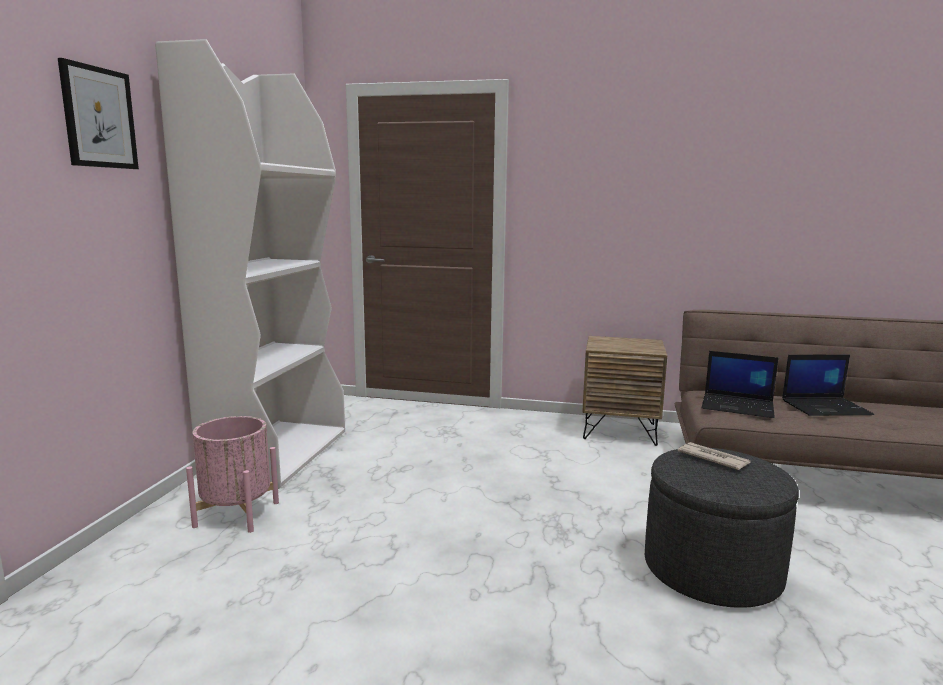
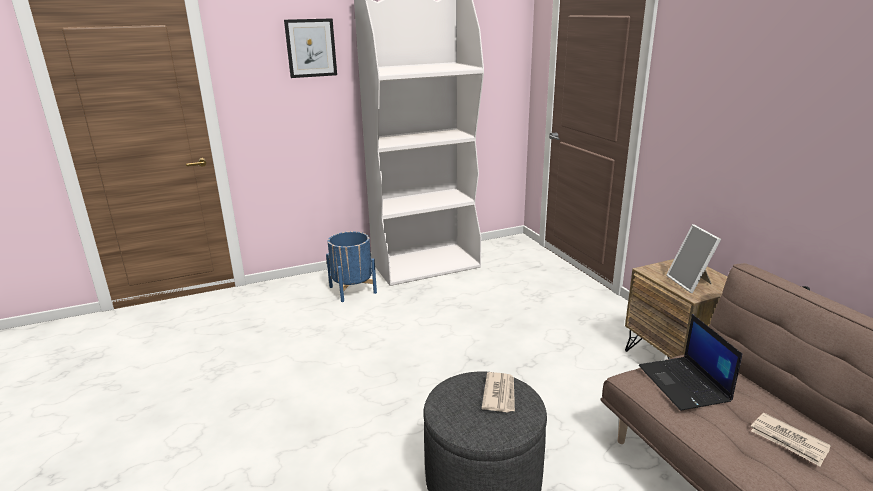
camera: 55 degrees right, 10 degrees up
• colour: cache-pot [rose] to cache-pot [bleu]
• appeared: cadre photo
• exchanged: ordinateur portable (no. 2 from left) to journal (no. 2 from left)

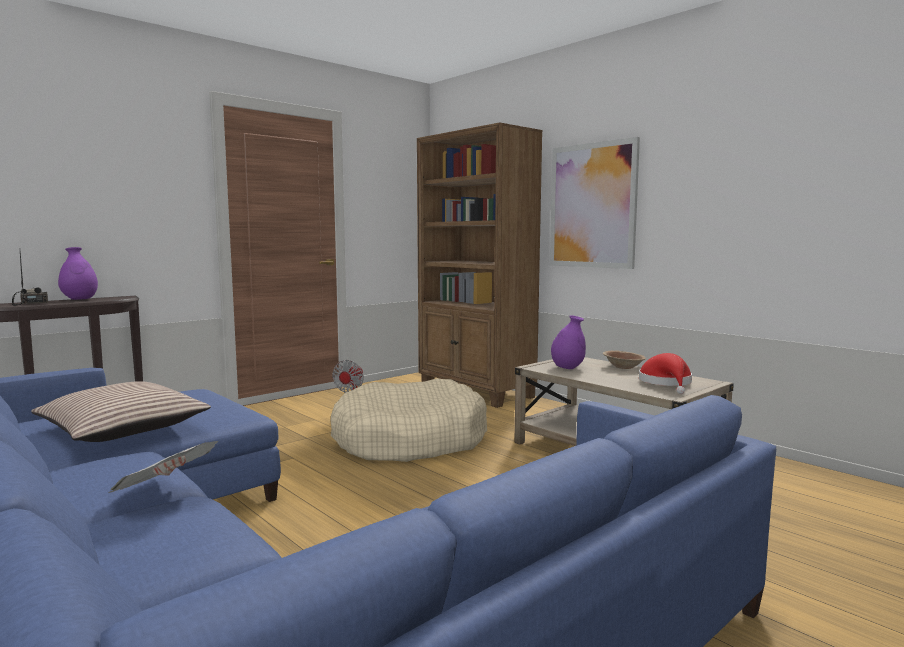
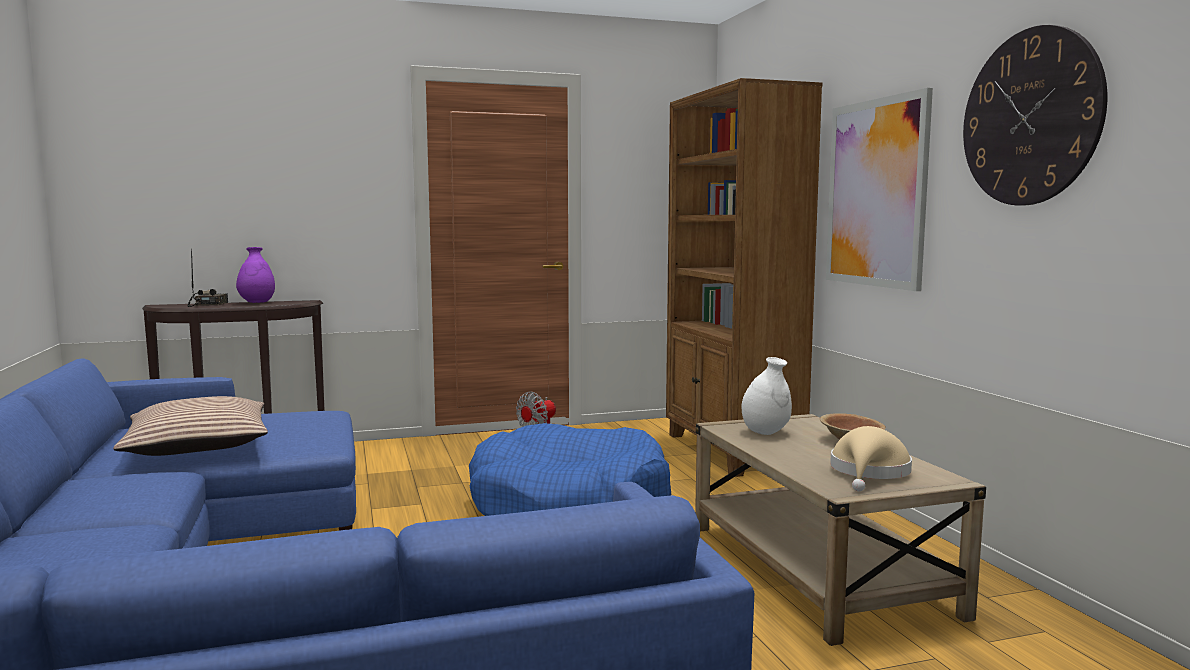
camera: 25 degrees right, 0 degrees up
• colour: panier pour chien [beige] to panier pour chien [bleu]
• colour: vase [violet] (no. 2 from left) to vase [blanc]
• colour: chapeau [rouge] to chapeau [beige]
• appeared: horloge murale
• missing: journal

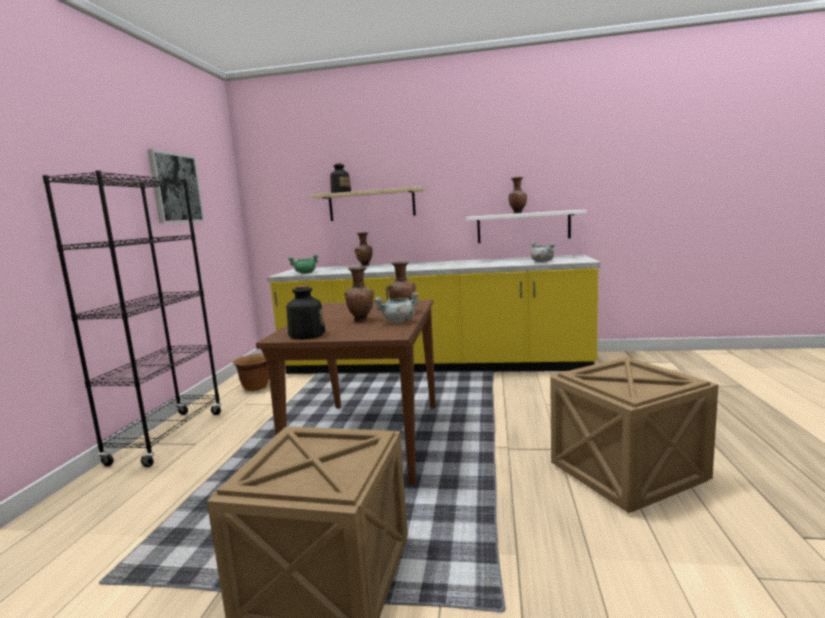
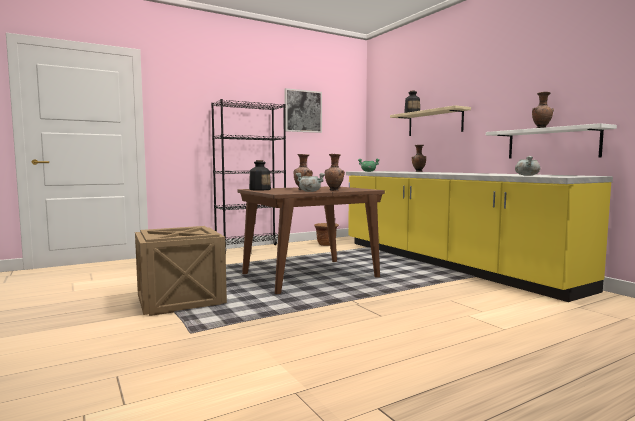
camera: 50 degrees right, 5 degrees down
• missing: caisse (no. 2 from left)

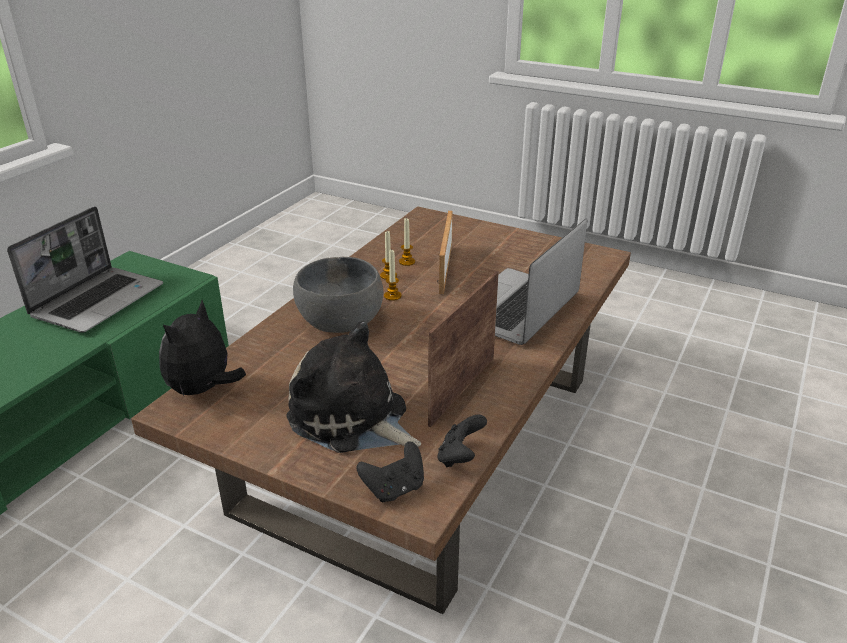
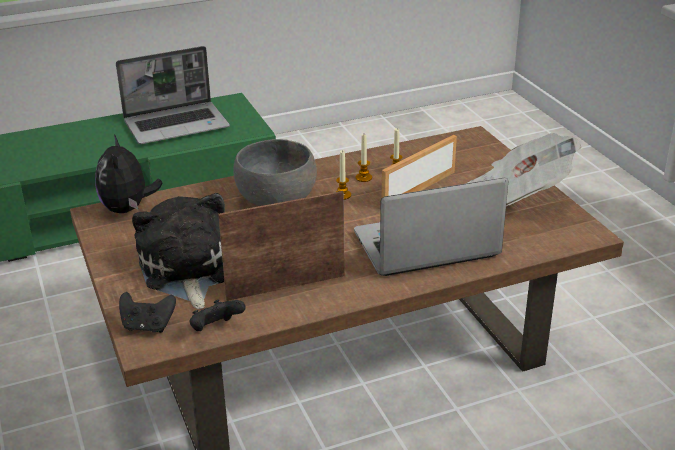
camera: 40 degrees right, 0 degrees up
• spun: peluche (no. 1 from left) 75 degrees counterclockwise
• appeared: journal

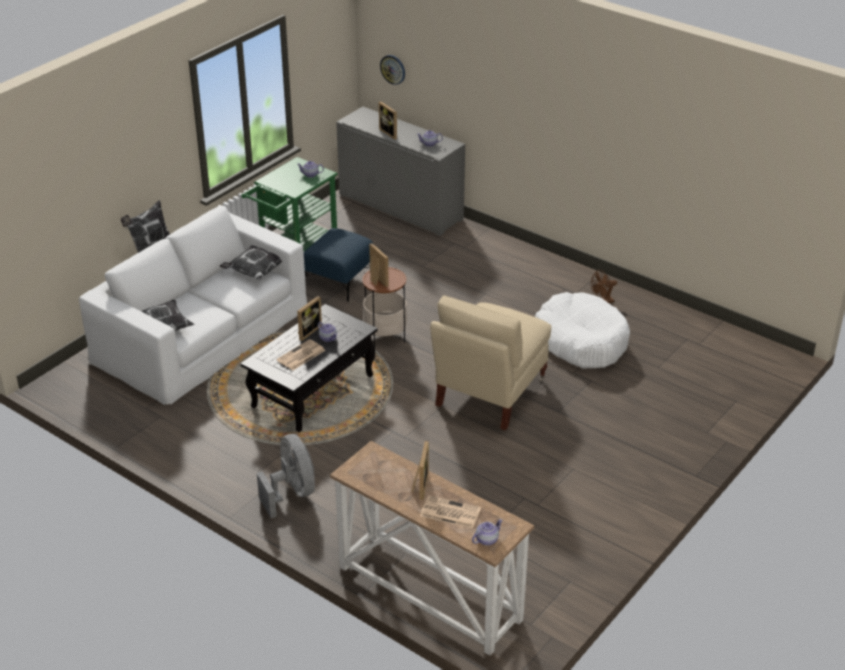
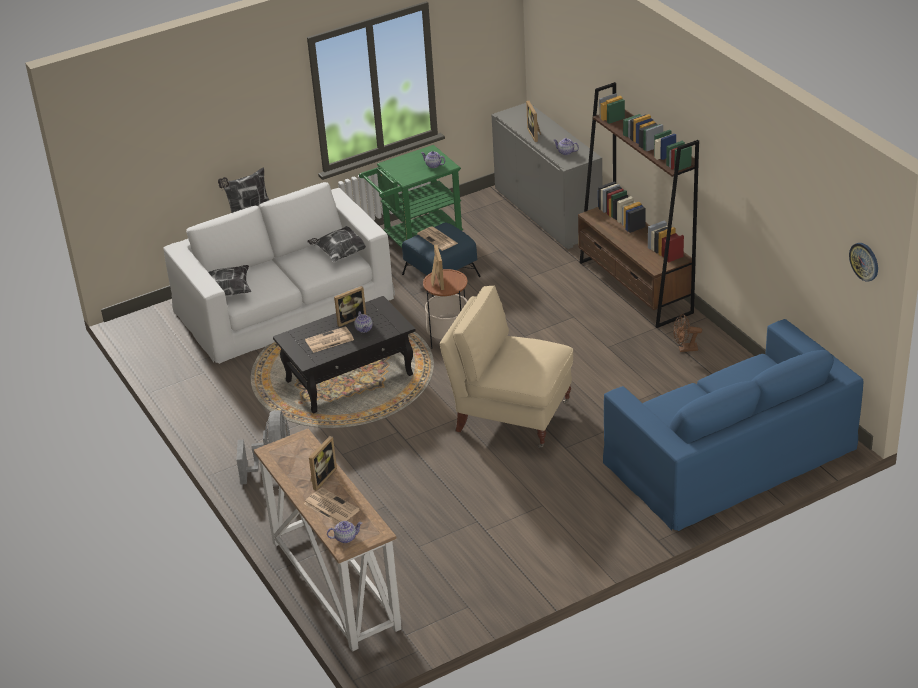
camera: 25 degrees right, 0 degrees up
• appeared: journal (no. 3 from left)
• spun: fauteuil [beige] 60 degrees clockwise
• appeared: bibliothèque [marron]
• appeared: canapé [bleu]
• relocated: horloge murale
• missing: panier pour chien [blanc]

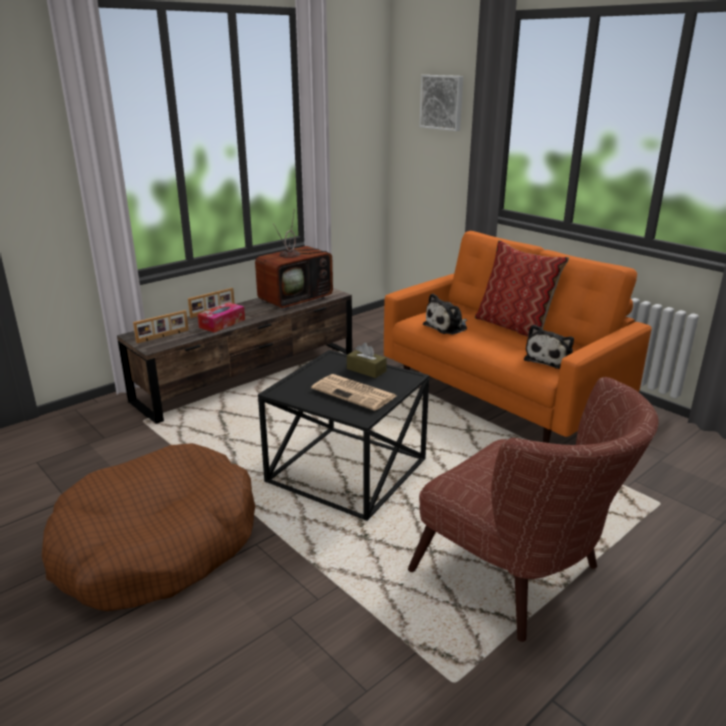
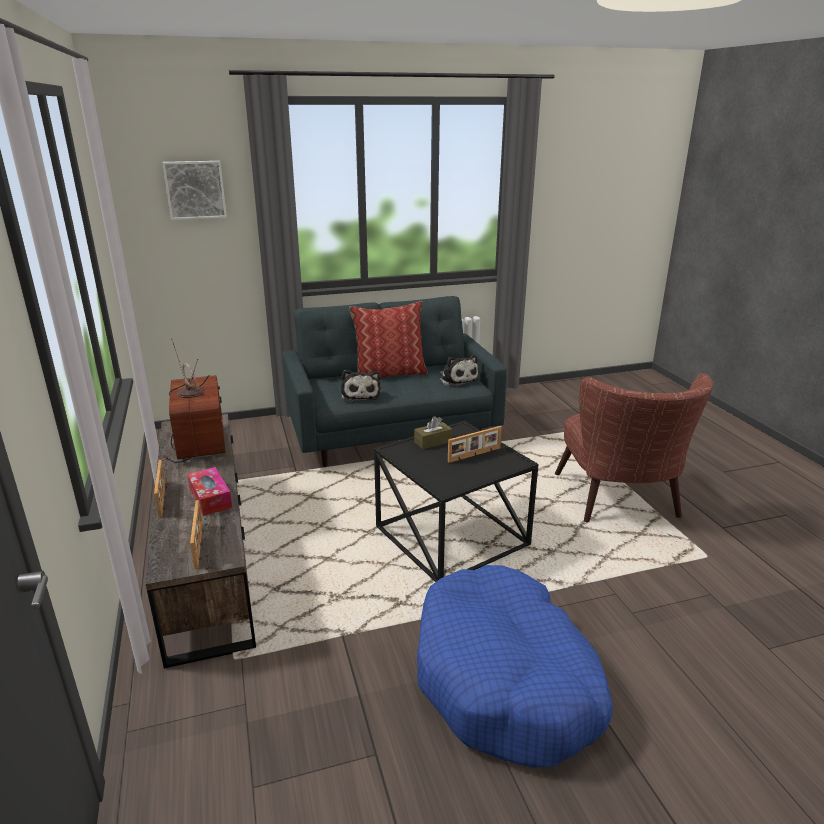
camera: 65 degrees left, 0 degrees up
• colour: canapé [orange] to canapé [gris]
• colour: panier pour chien [marron] to panier pour chien [bleu]
• exchanged: journal to cadre photo (no. 3 from left)
• spun: fauteuil [marron] 105 degrees clockwise

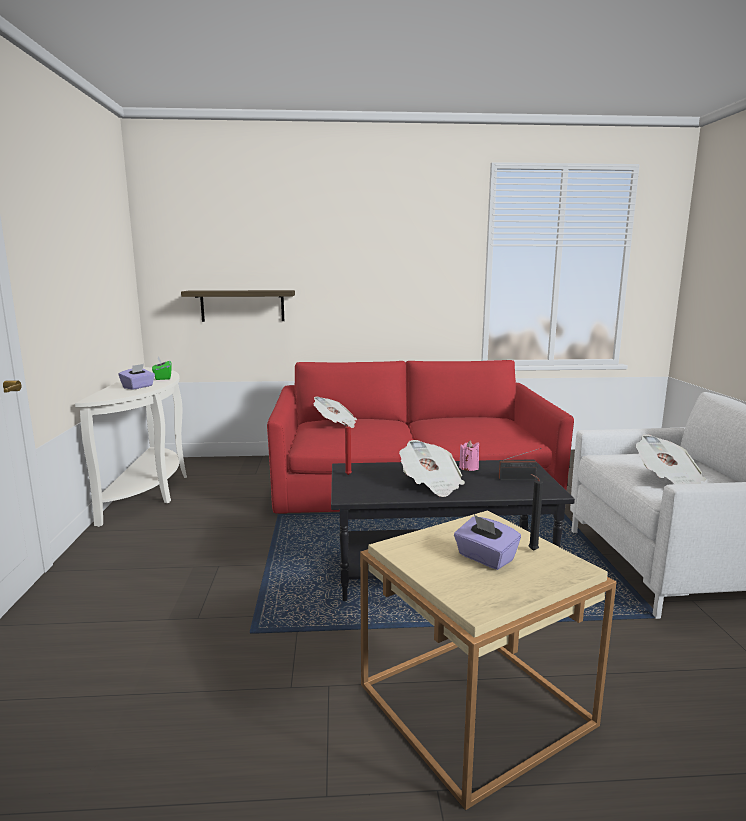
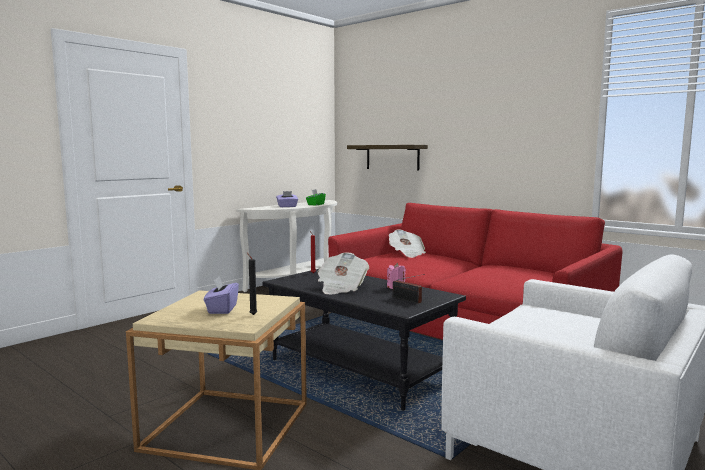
camera: 45 degrees right, 5 degrees down
• missing: journal (no. 3 from left)

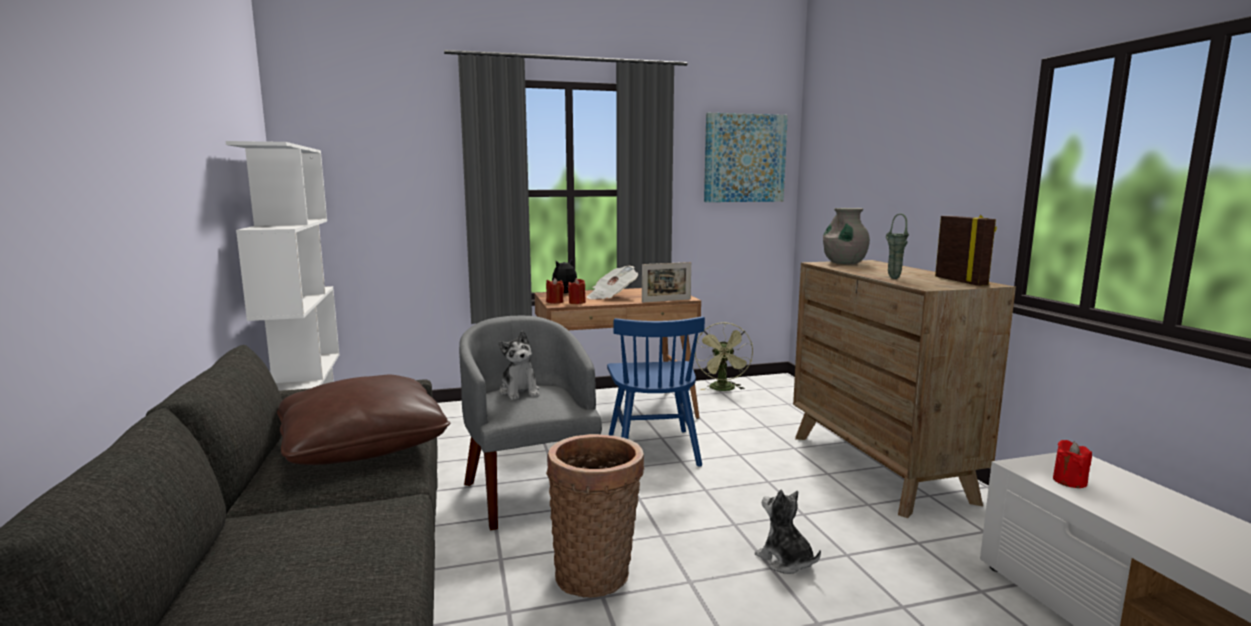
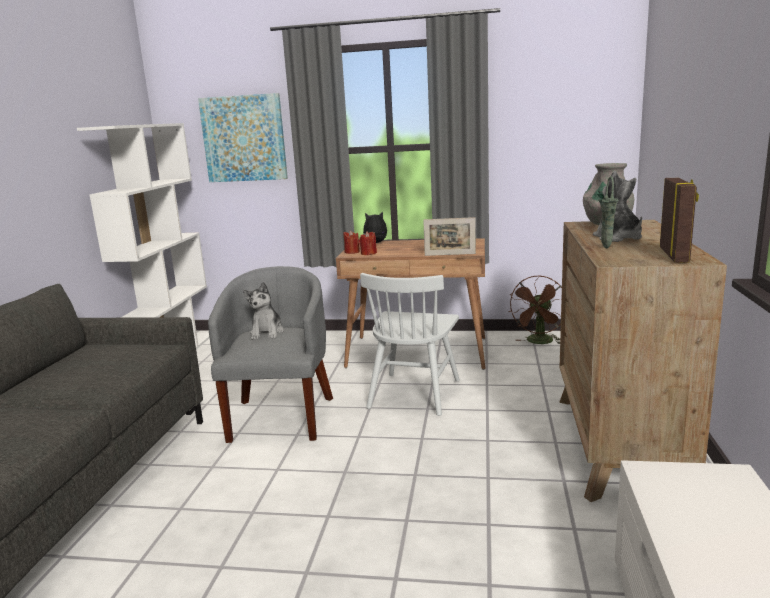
camera: 25 degrees right, 5 degrees up
• relocated: tableau
• colour: chaise [bleu] to chaise [blanc]
• colour: ventilateur [vert] to ventilateur [marron]
• relocated: peluche (no. 3 from left)
• missing: coussin [marron]
• missing: panier
• missing: journal
• missing: bougie [rouge] (no. 3 from left)

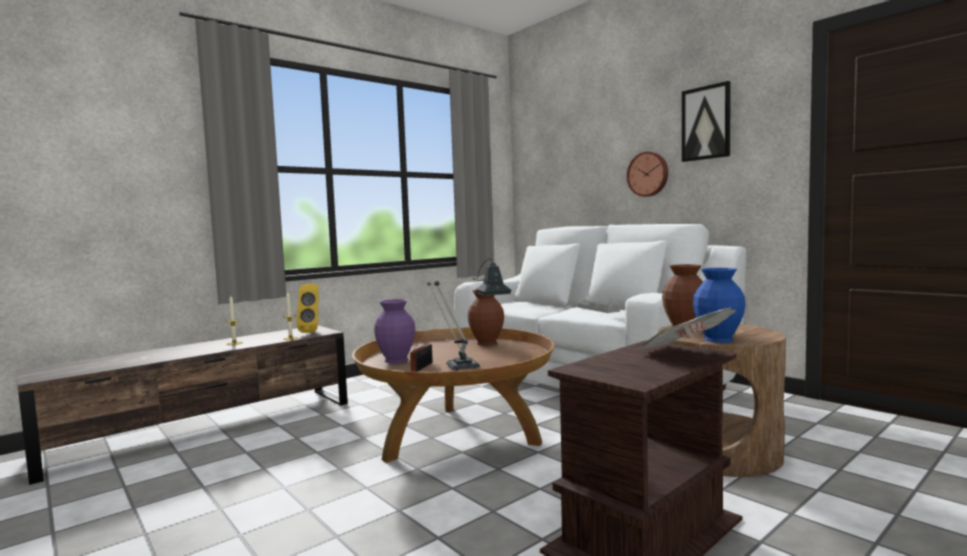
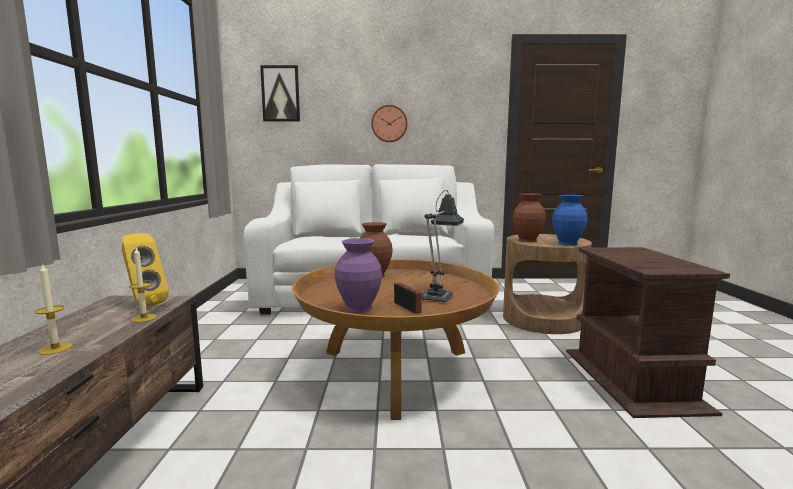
camera: 50 degrees left, 5 degrees up
• relocated: tableau
• missing: journal

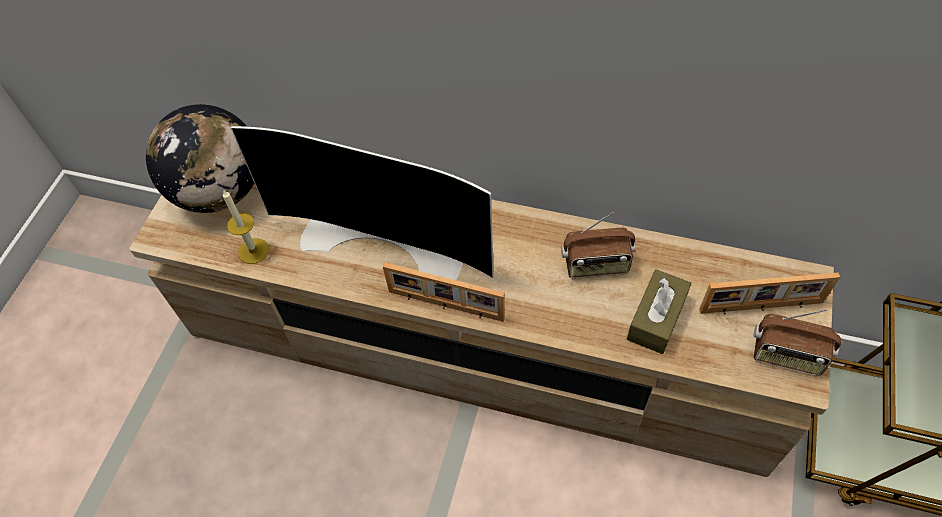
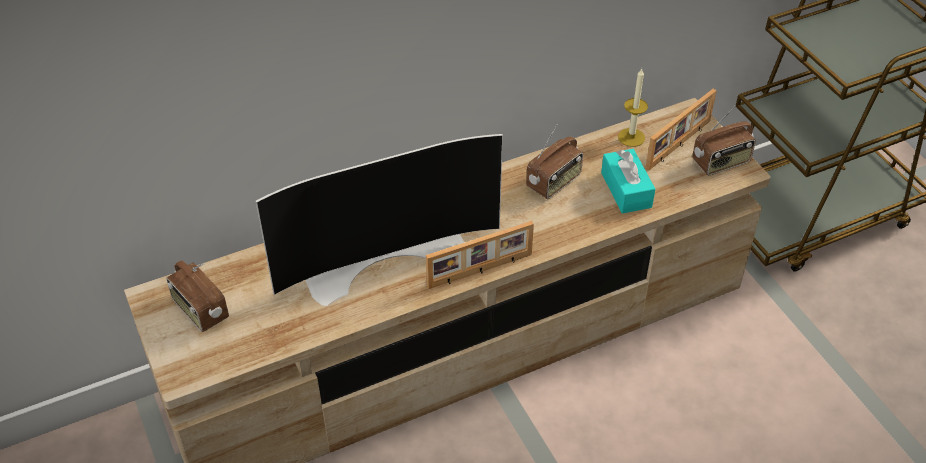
camera: 45 degrees left, 10 degrees down
• exchanged: globe to radio (no. 1 from left)
• colour: boîte à mouchoirs [marron] to boîte à mouchoirs [turquoise]
• relocated: bougie

